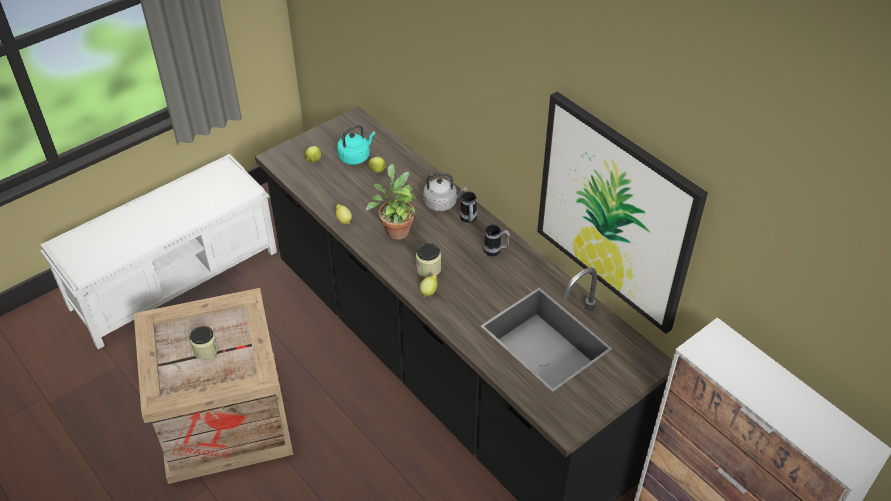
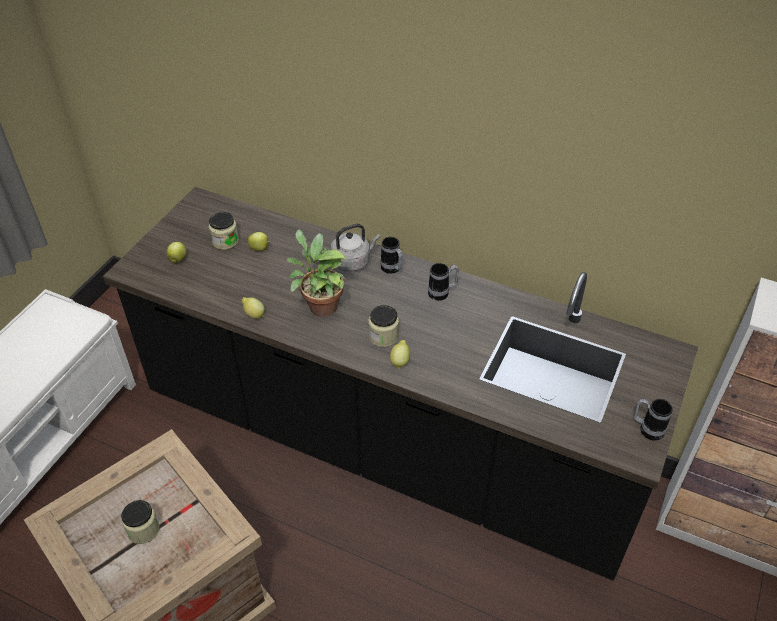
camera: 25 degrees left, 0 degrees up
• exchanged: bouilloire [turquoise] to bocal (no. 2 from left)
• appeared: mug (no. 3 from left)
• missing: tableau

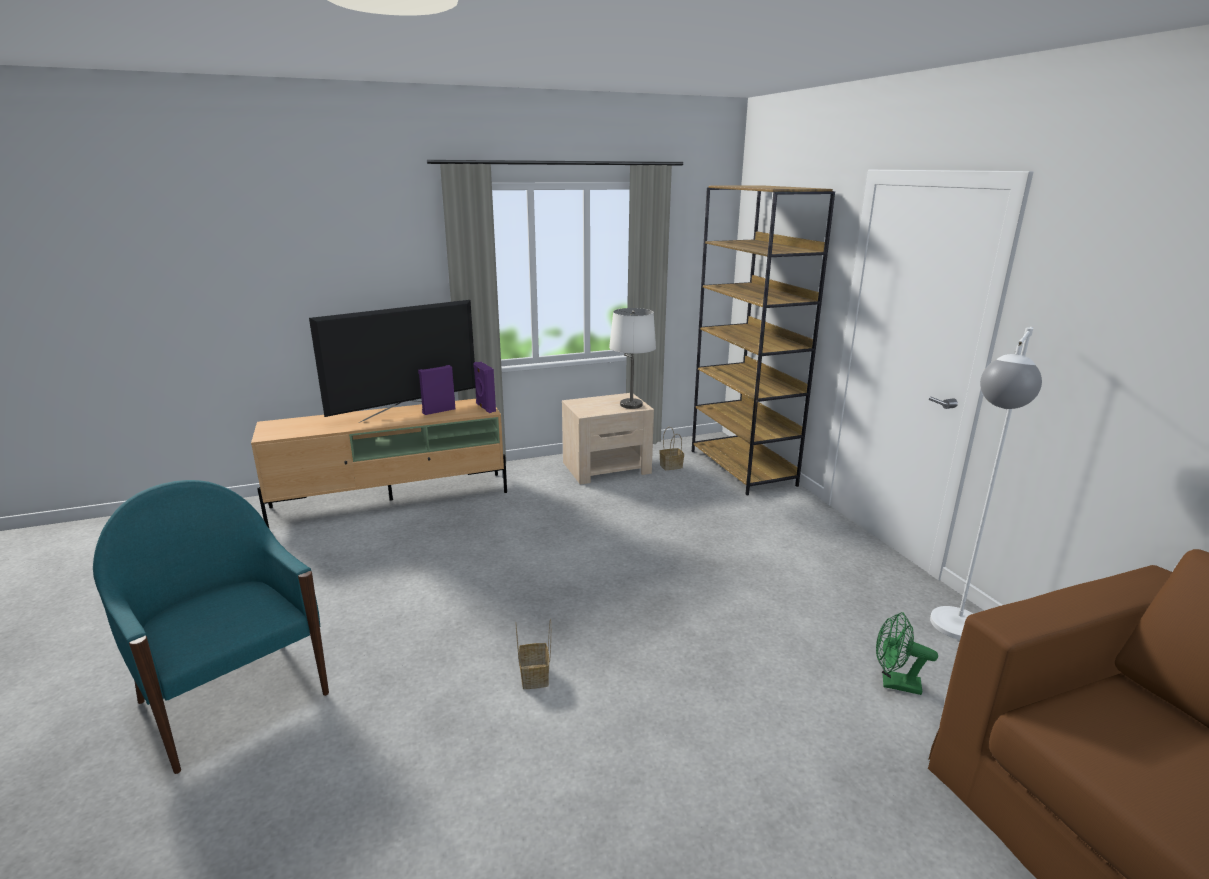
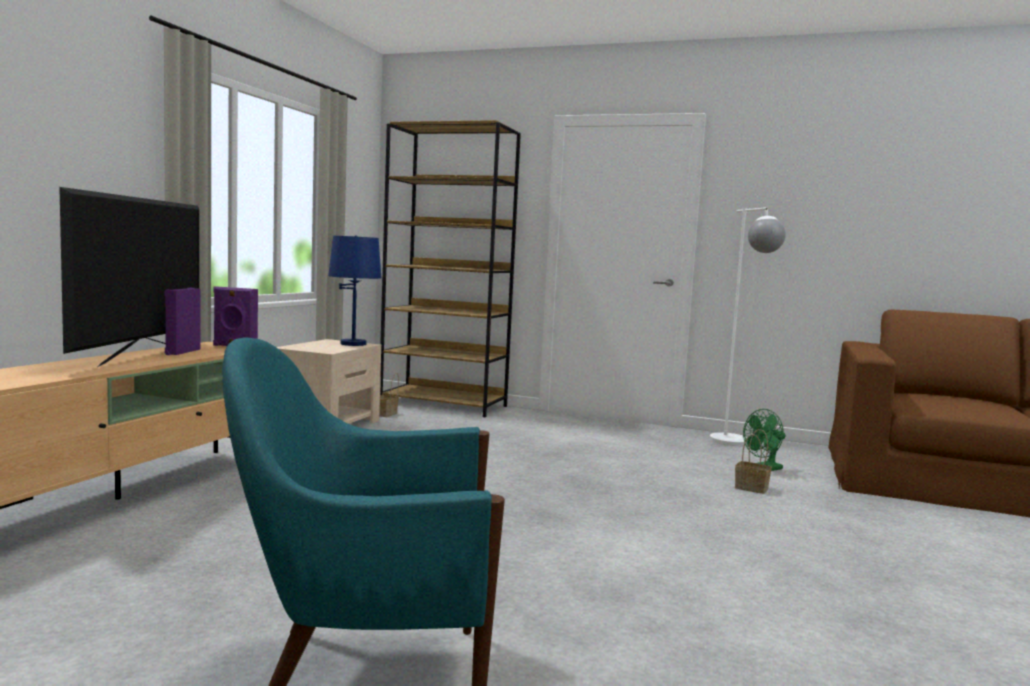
camera: 50 degrees left, 15 degrees down
• colour: lampe de table [blanc] to lampe de table [bleu]
• relocated: panier (no. 1 from left in the first image) to panier (no. 2 from left)

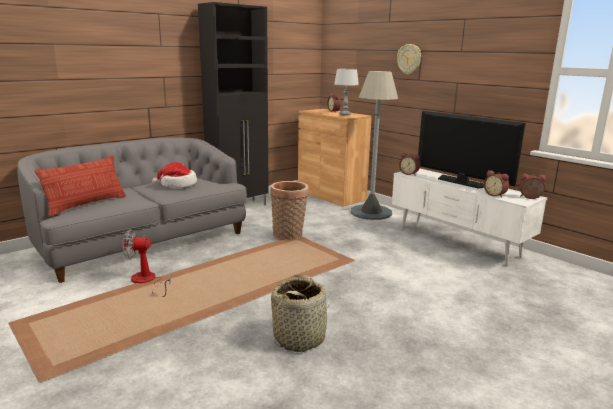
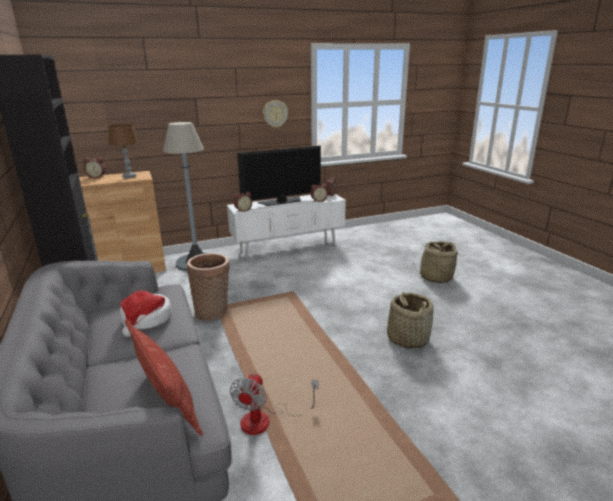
camera: 70 degrees left, 5 degrees up
• colour: lampe de table [gris] to lampe de table [marron]
• relocated: horloge murale
• appeared: panier (no. 3 from left)

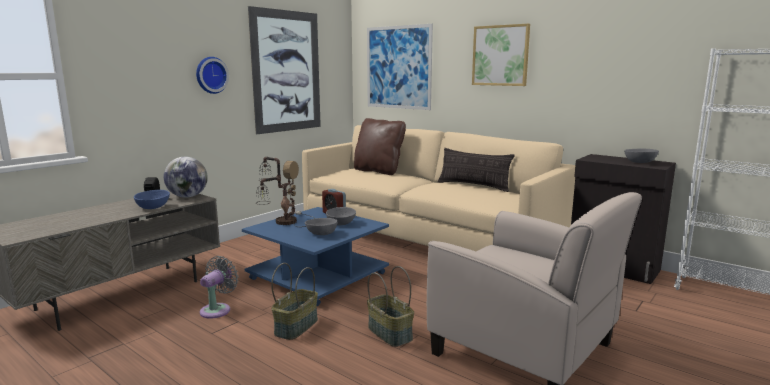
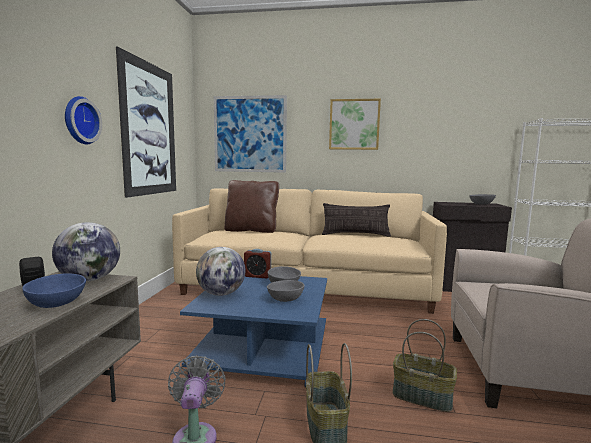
camera: 30 degrees left, 5 degrees down
• exchanged: lampe de table to globe (no. 2 from left)

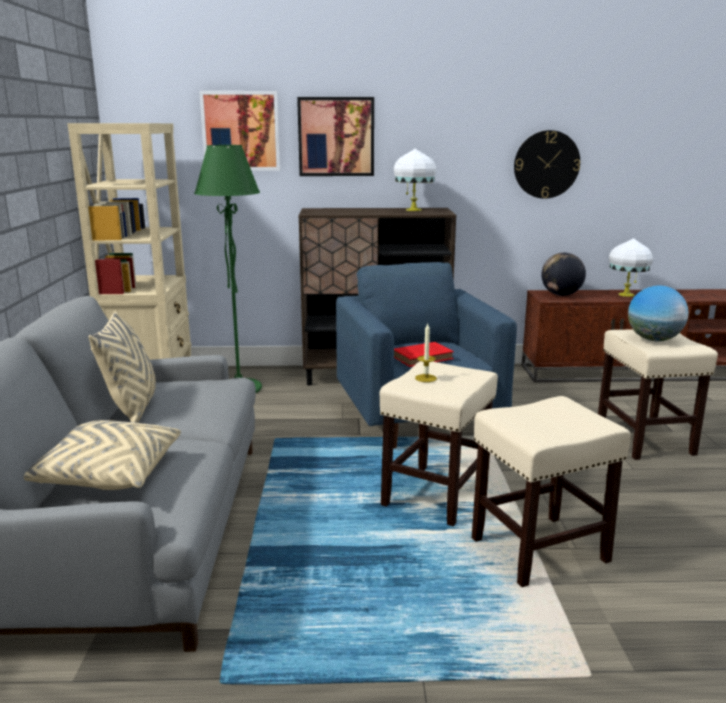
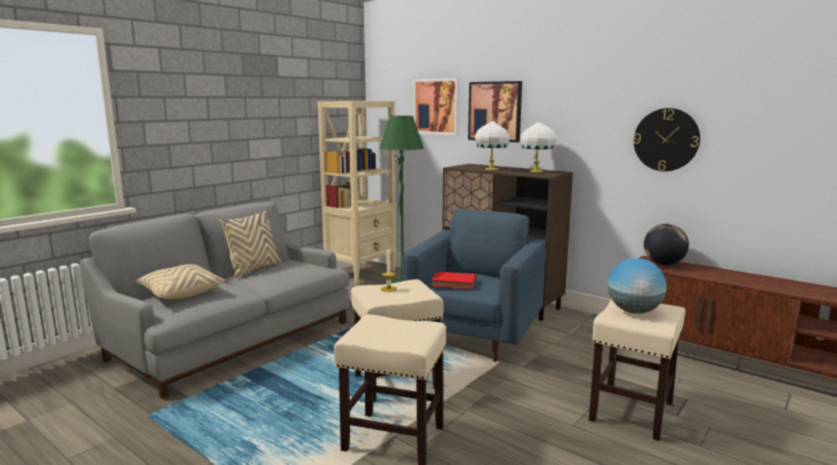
camera: 40 degrees right, 5 degrees down
• relocated: lampe de table [blanc] (no. 2 from left in the first image) to lampe de table [blanc] (no. 1 from left)

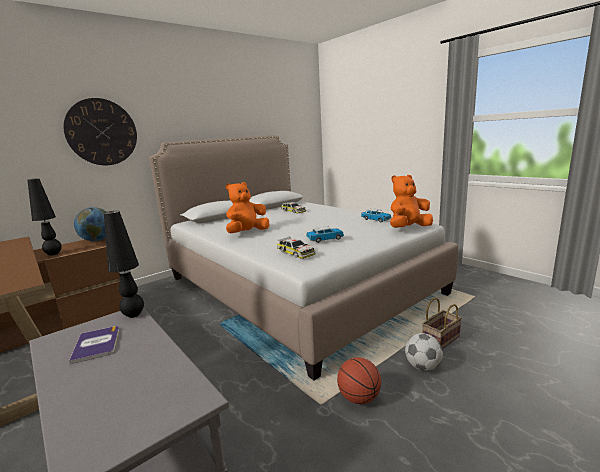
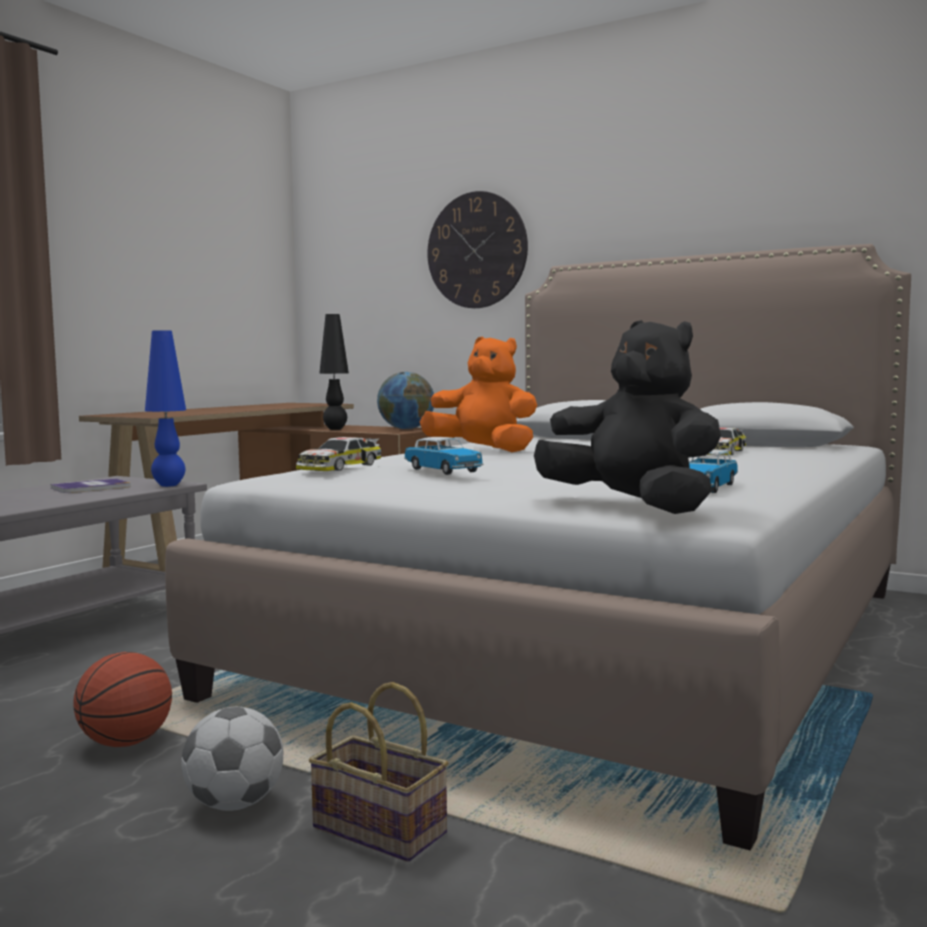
camera: 70 degrees right, 10 degrees down
• colour: lampe de table [noir] (no. 2 from left) to lampe de table [bleu]
• colour: peluche [orange] (no. 2 from left) to peluche [noir]

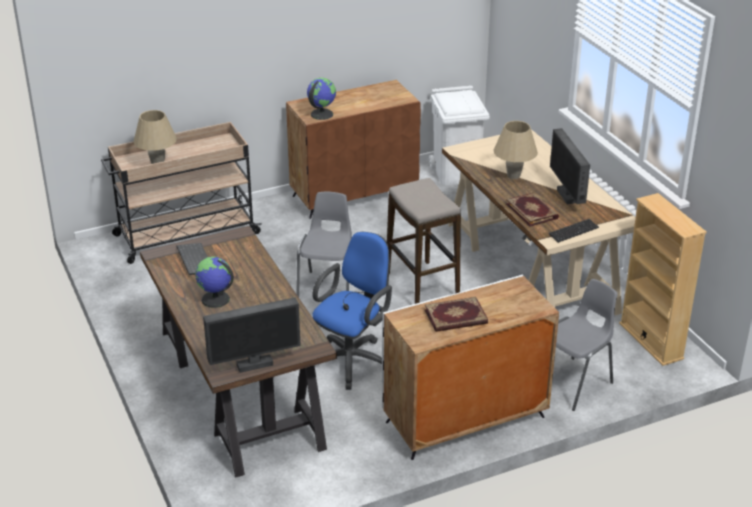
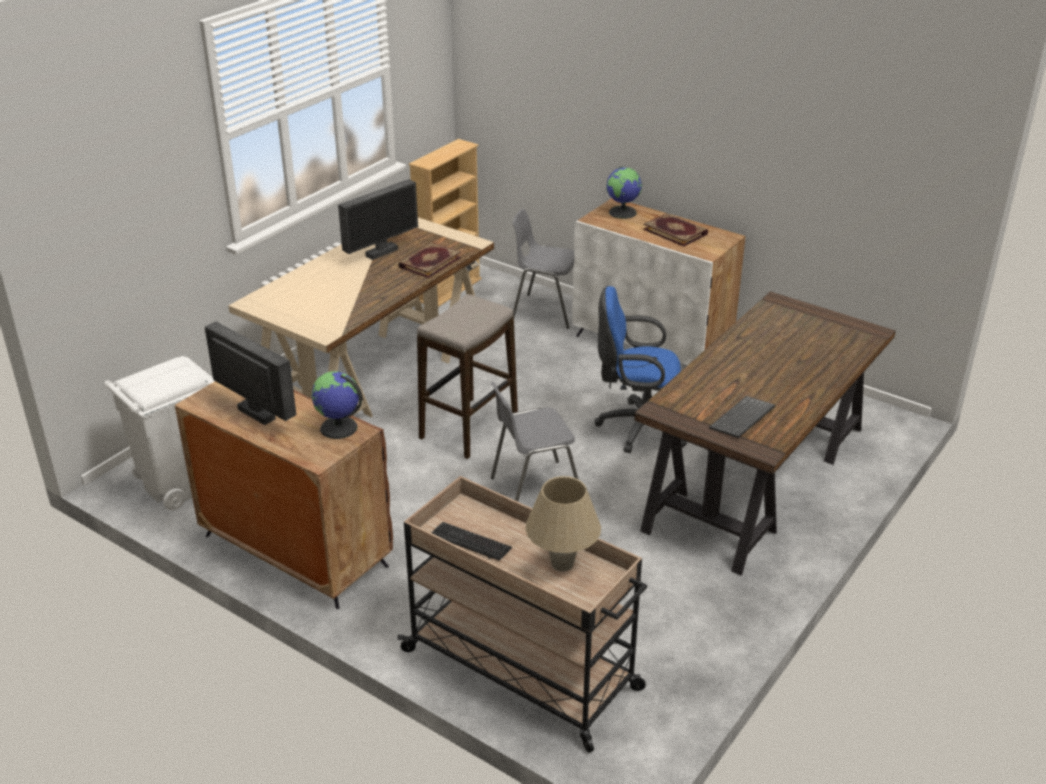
camera: 120 degrees left, 0 degrees up
• relocated: écran d'ordinateur (no. 1 from left)
• relocated: clavier (no. 2 from left in the first image) to clavier (no. 1 from left)
• relocated: globe (no. 1 from left in the first image) to globe (no. 2 from left)
• missing: lampe de table [beige] (no. 2 from left)

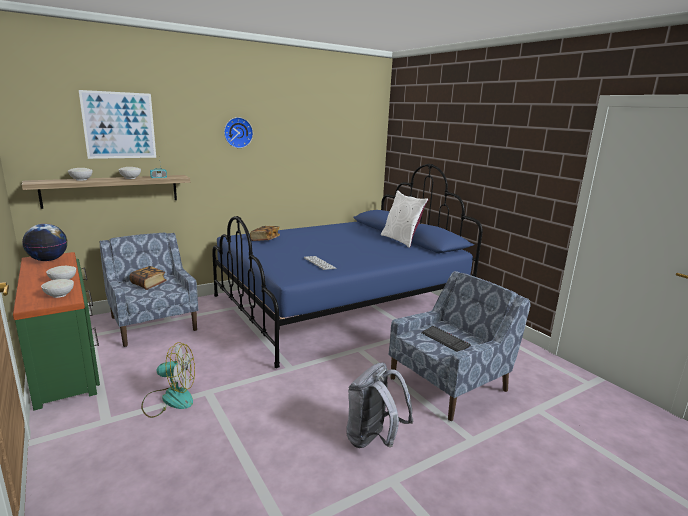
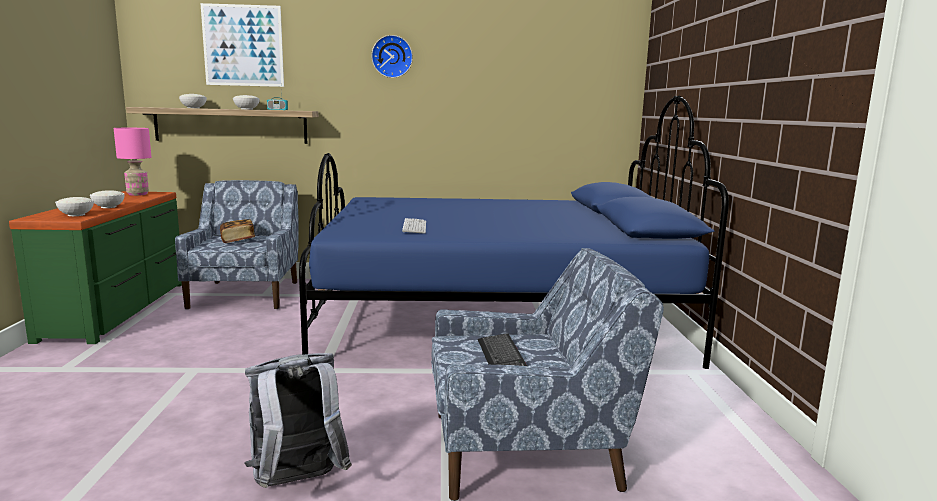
camera: 30 degrees right, 5 degrees down
• exchanged: globe to lampe de table [rose]
• missing: ventilateur
• missing: livre (no. 2 from left)
• missing: coussin [blanc]

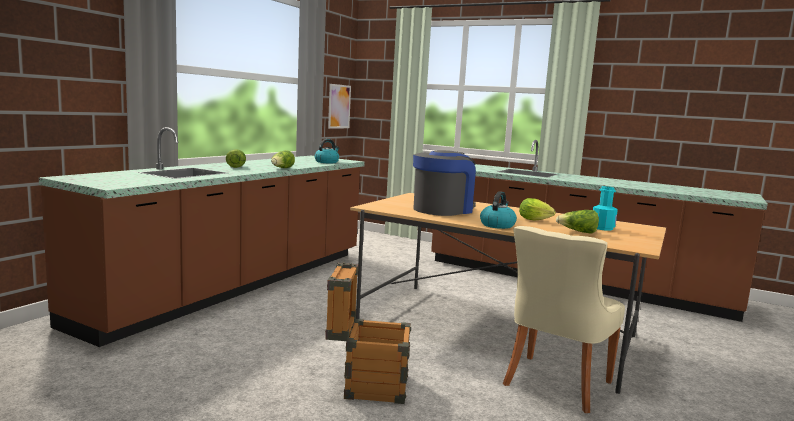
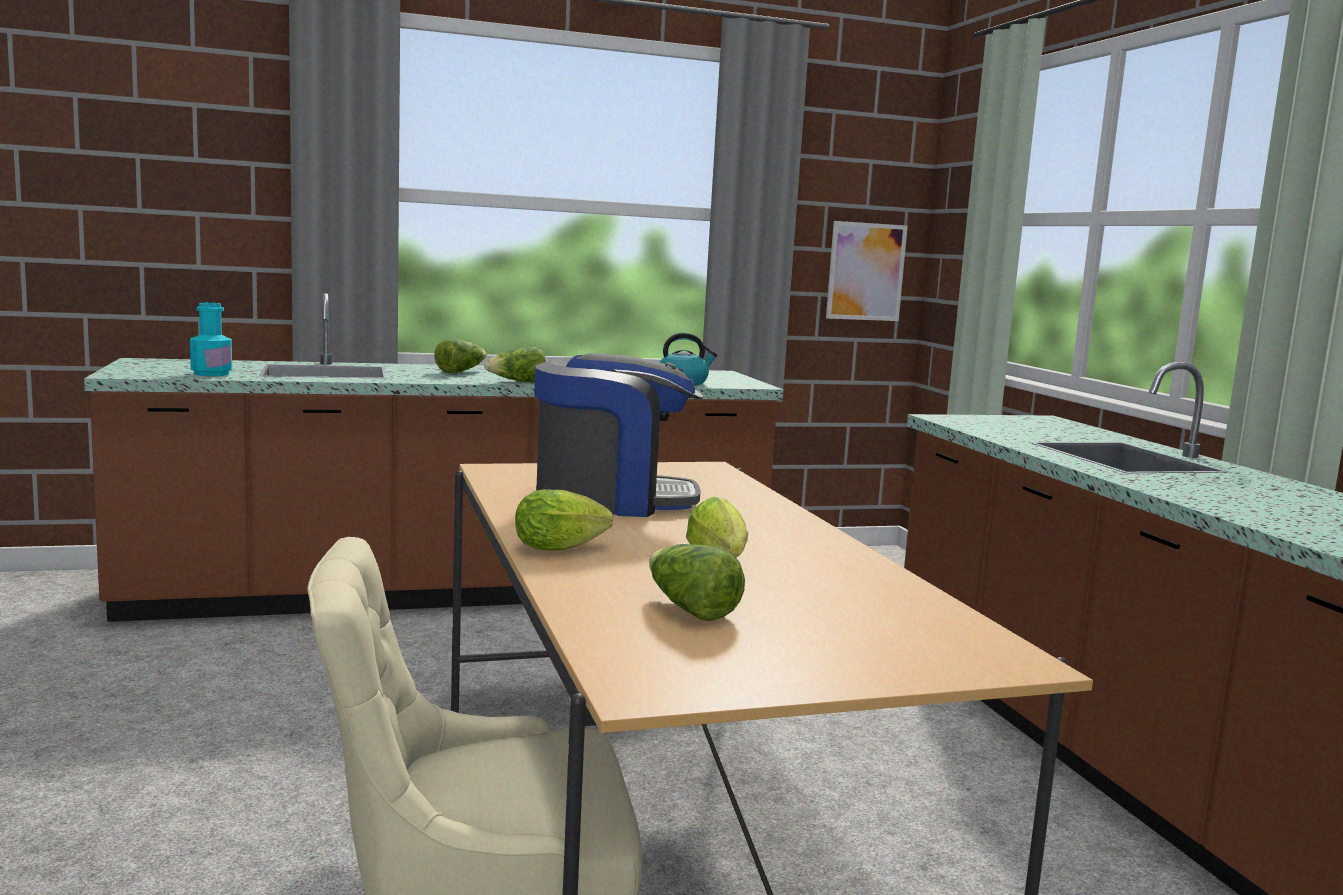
camera: 45 degrees right, 0 degrees up
• relocated: bouteille [turquoise]
• exchanged: bouilloire (no. 2 from left) to laitue (no. 3 from left)
• missing: caisse

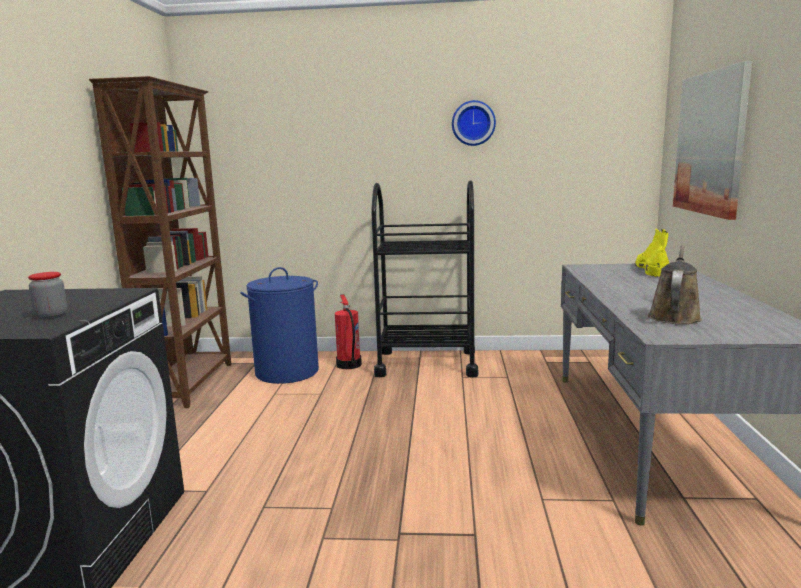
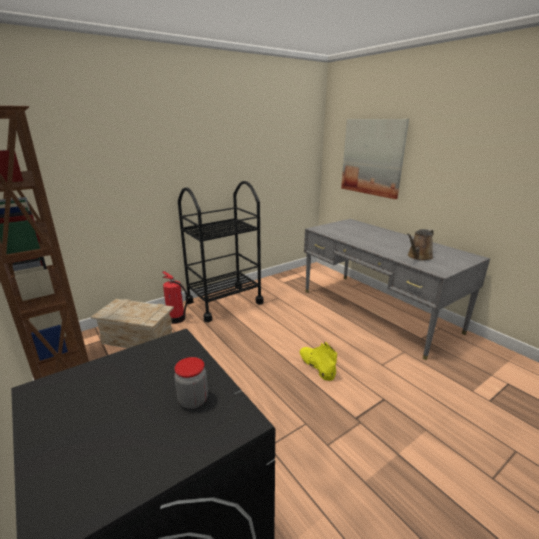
camera: 40 degrees left, 10 degrees up
• exchanged: panier à linge [bleu] to caisse
• relocated: botte [jaune]
• spun: arrosoir [marron] 120 degrees counterclockwise
• missing: horloge murale

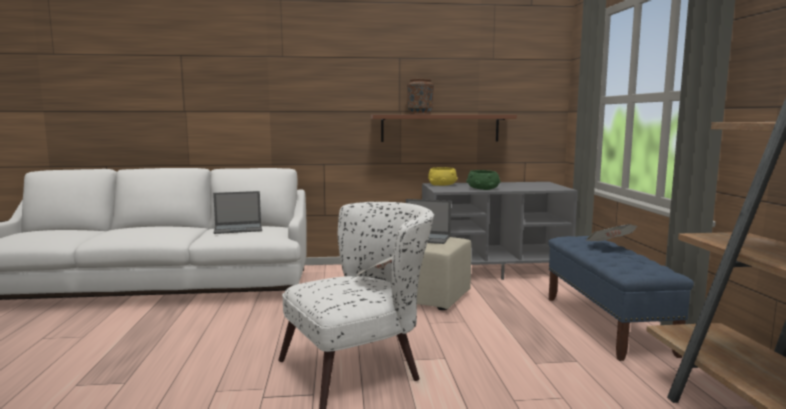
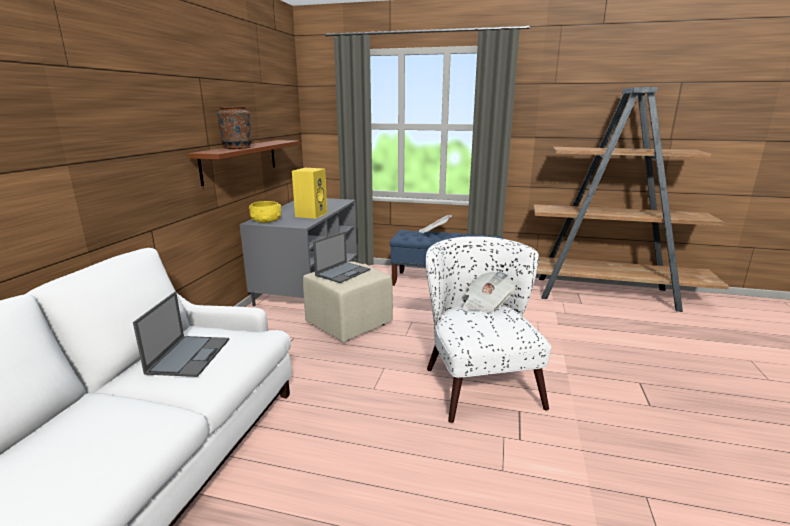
camera: 70 degrees left, 10 degrees up
• exchanged: bol [vert] to enceinte [jaune]

